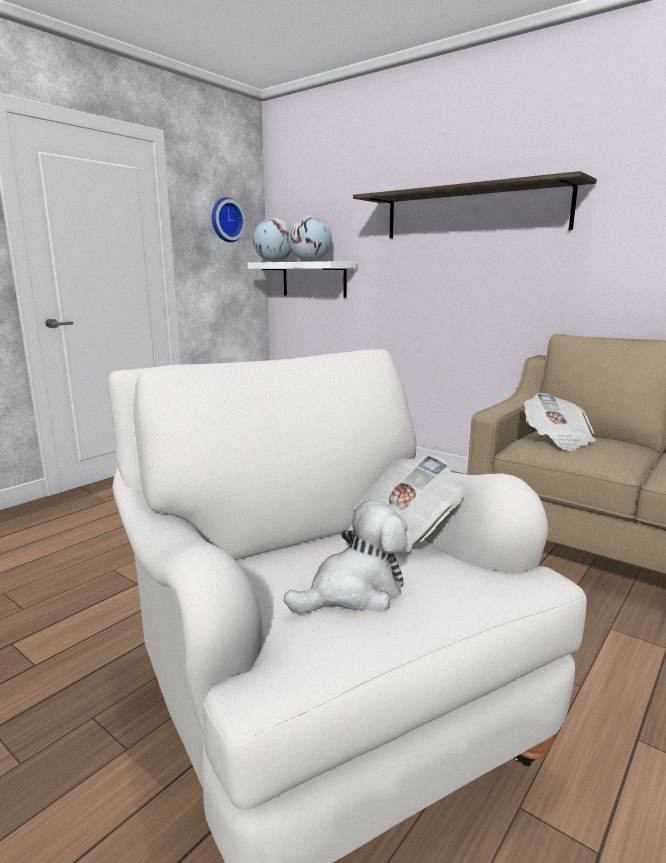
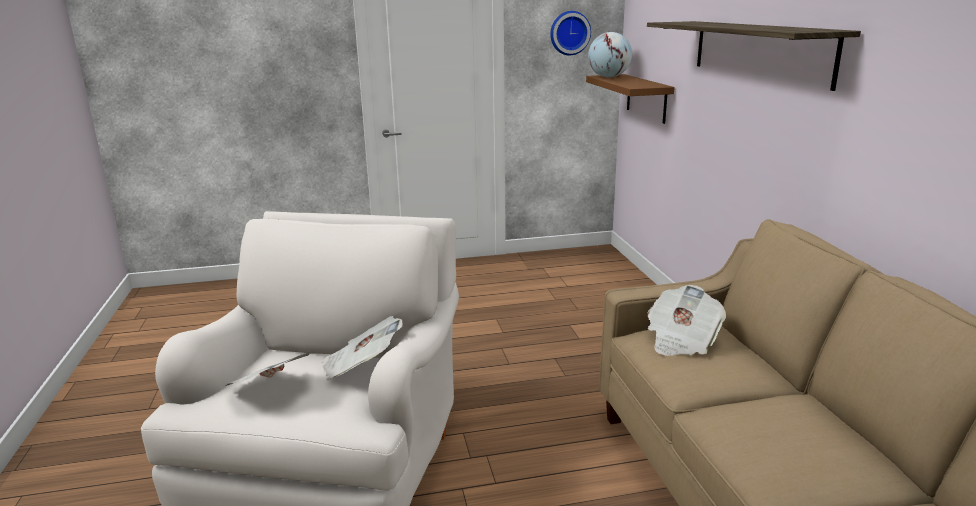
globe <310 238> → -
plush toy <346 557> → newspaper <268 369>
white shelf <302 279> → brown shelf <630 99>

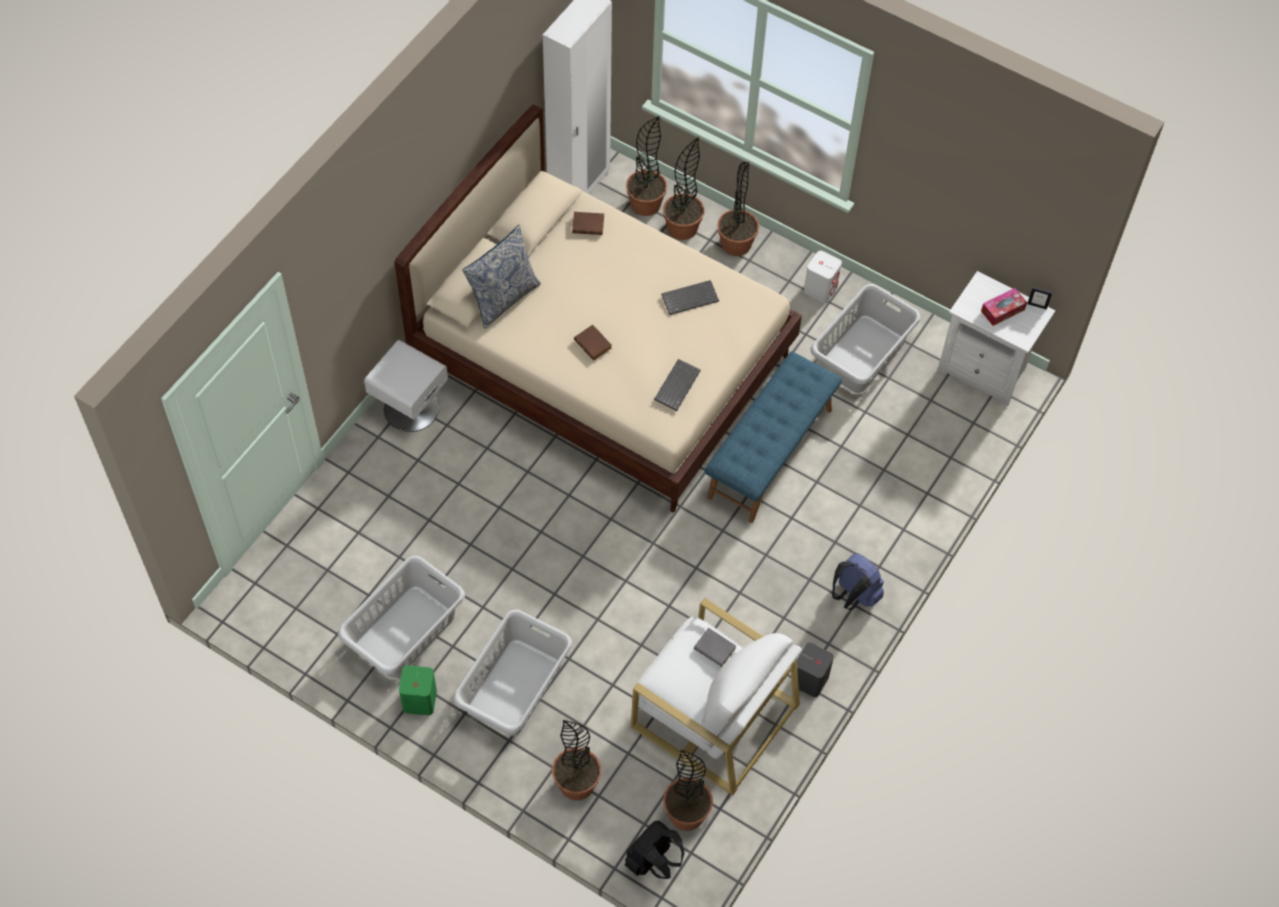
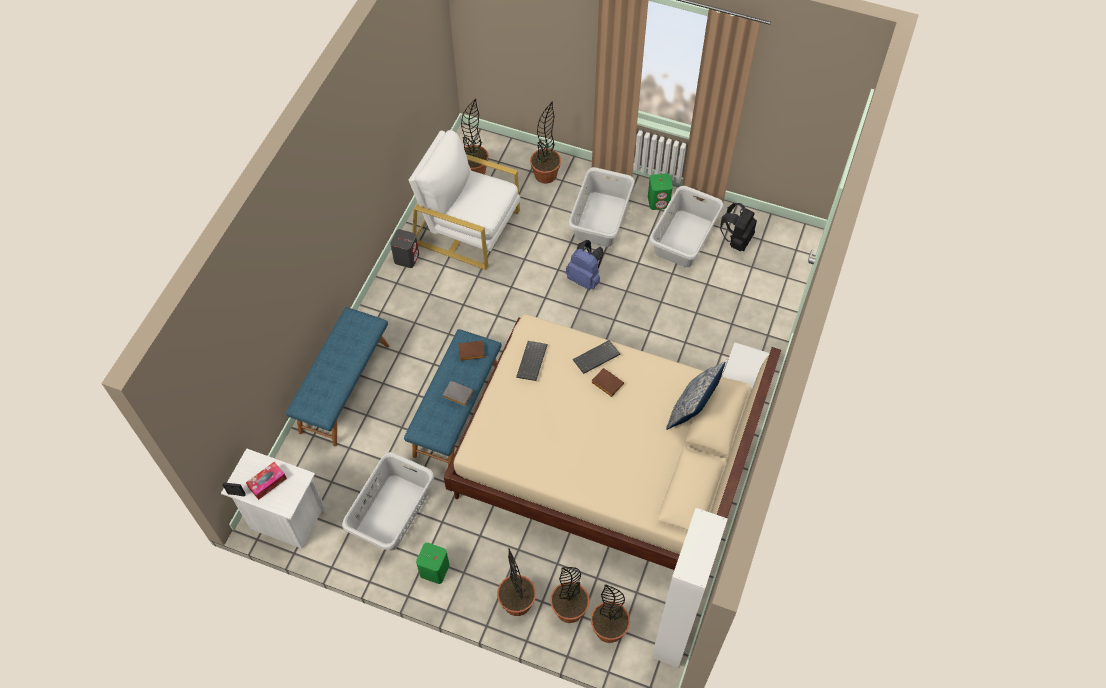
- → blue bench <337 376>
brown book <588 223> → brown book <471 350>, shifted
black backpack <654 850> → black backpack <738 227>, shifted
keyboard <690 297> → keyboard <596 357>, shifted
grey book <715 647> → grey book <458 393>, shifted
blue backpack <858 582> → blue backpack <585 265>, shifted
white speaker <823 277> → green speaker <432 563>

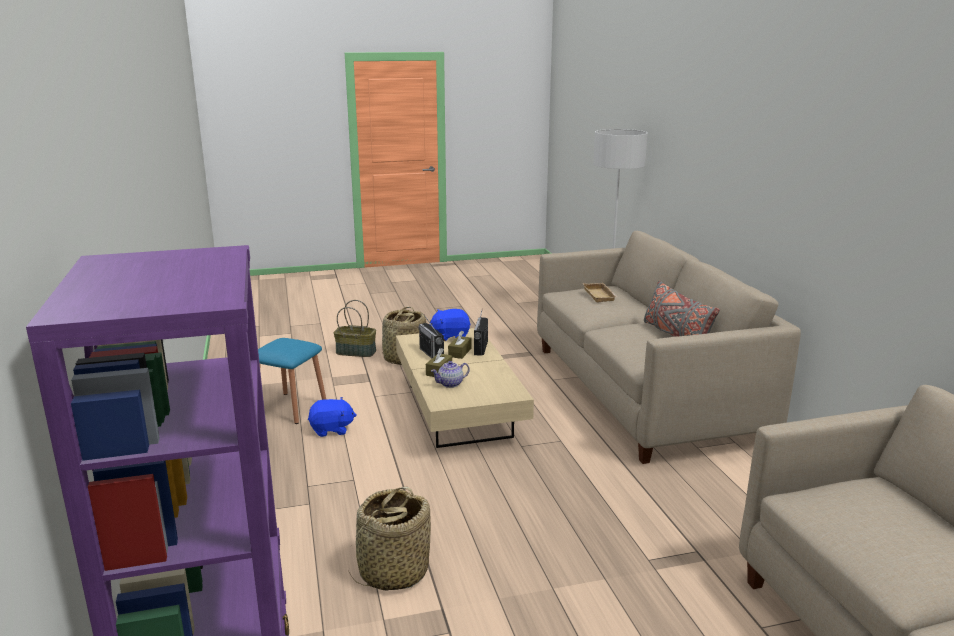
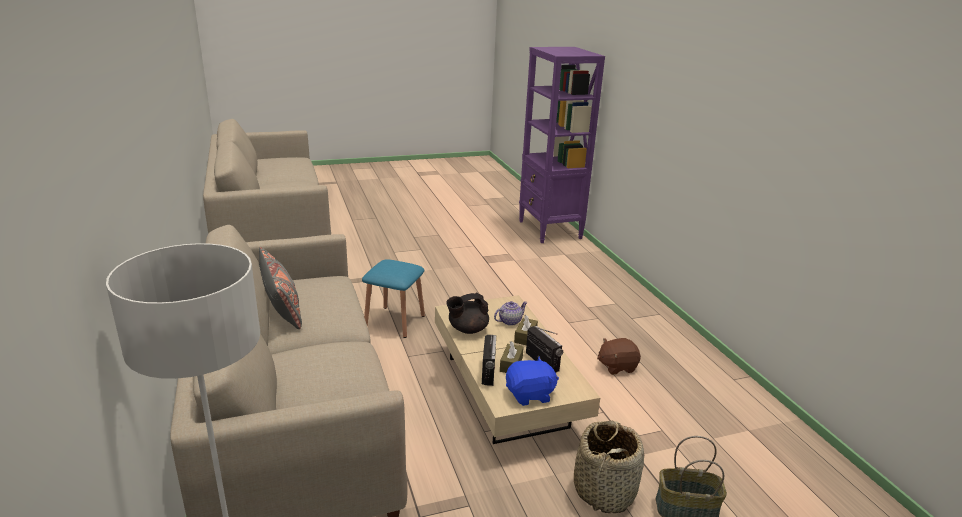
basket <390 539> → -
beige tray <600 293> → -
- → black teapot <467 313>
blue stool <292 381> → blue stool <393 298>, shifted
blue plush toy <332 417> → brown plush toy <619 356>

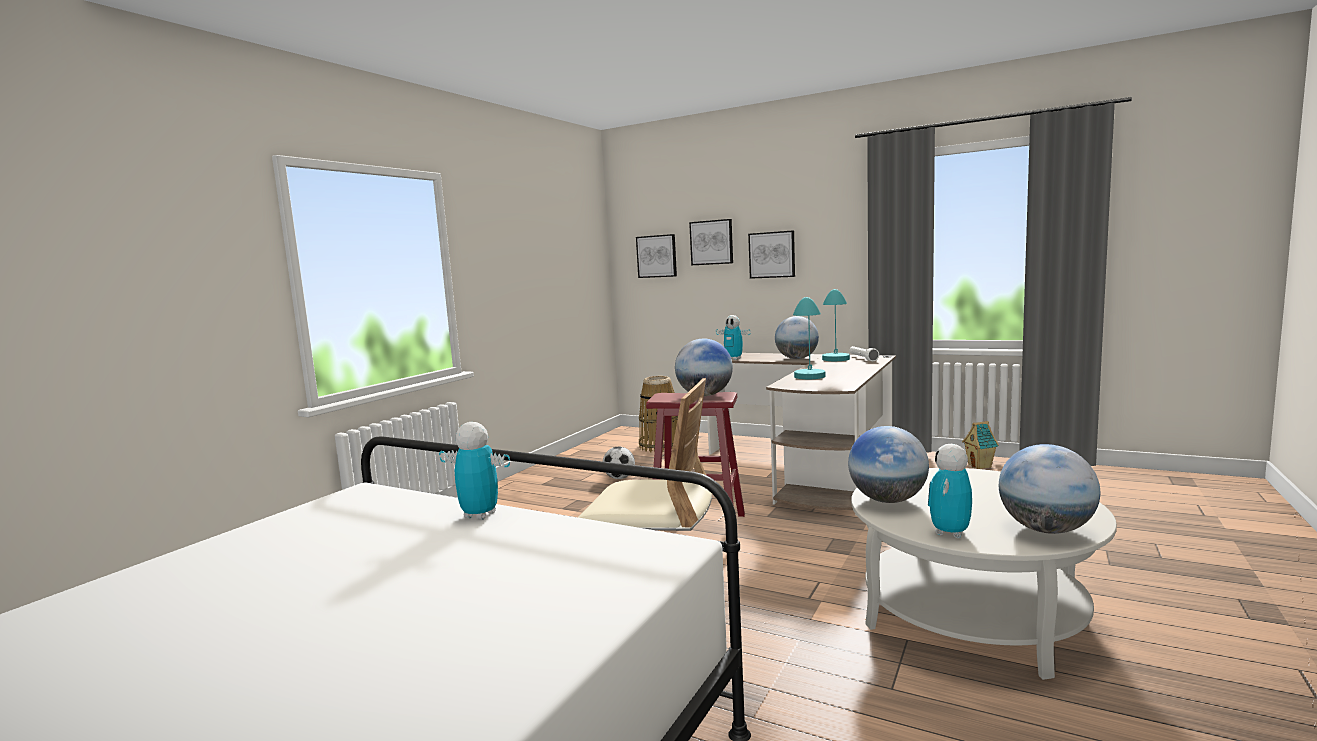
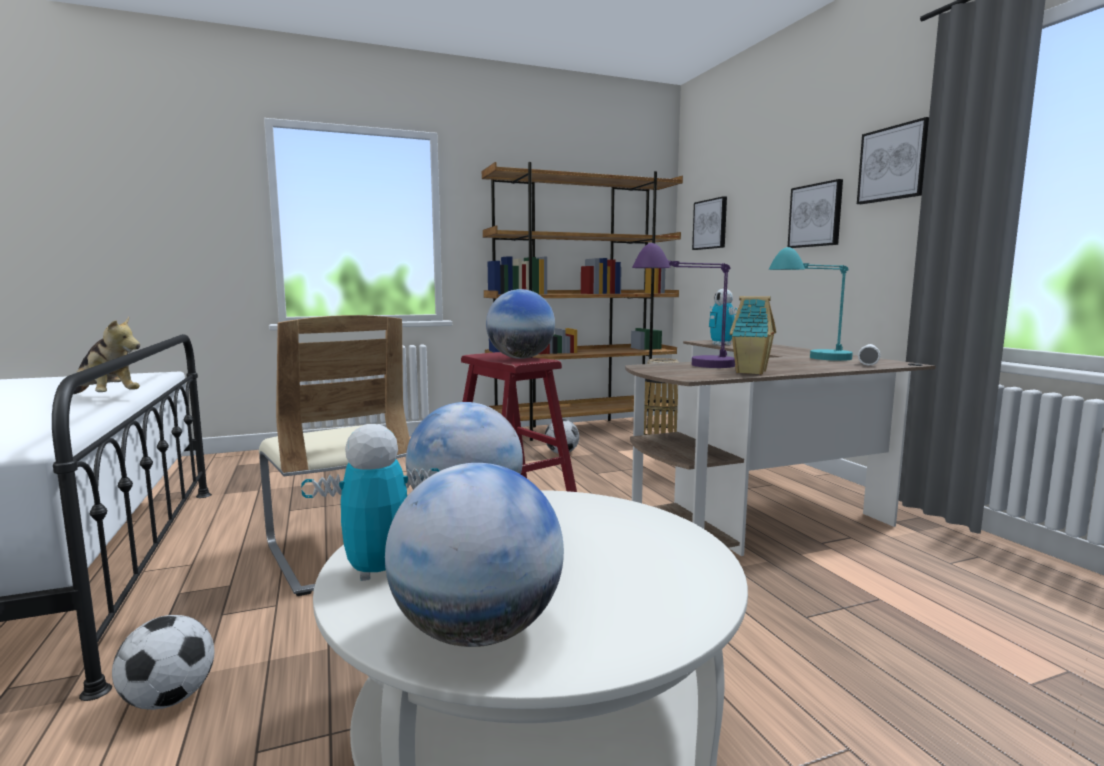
globe <797 337> → -
- → football <163 662>
- → brown bookcase <582 301>
picture <711 242> → picture <893 160>, shifted
toy house <980 445> → toy house <753 335>, shifted
toy robot <474 471> → plush toy <106 355>
turquoise table lamp <809 338> → purple table lamp <683 305>

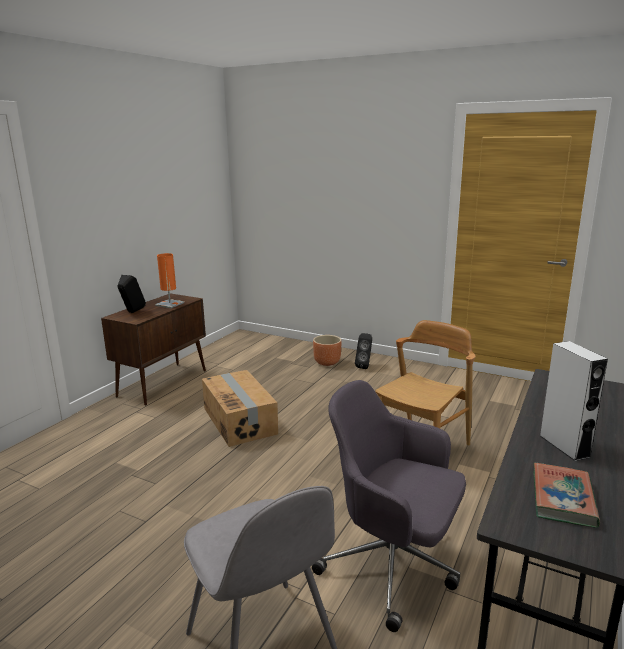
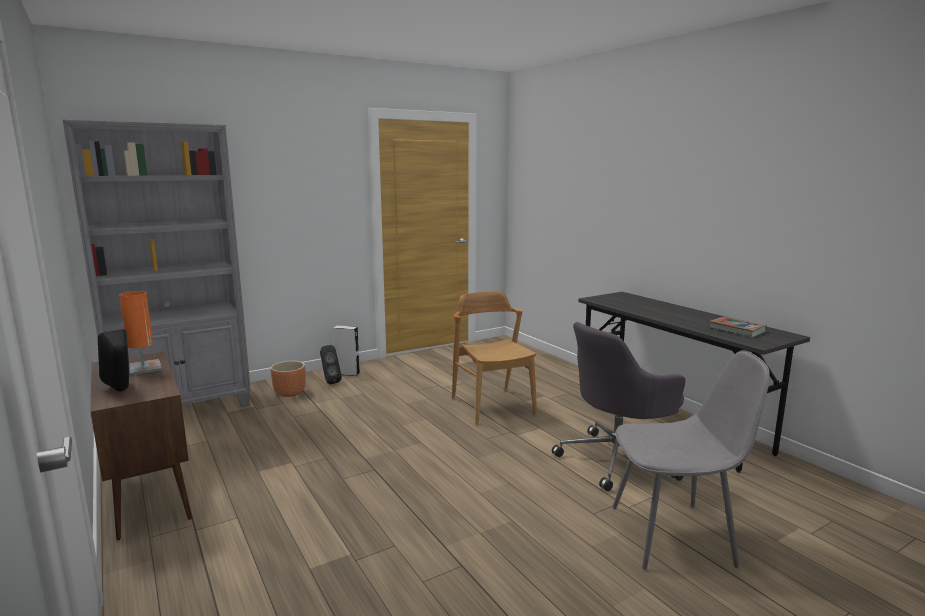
cardboard box <240 408> → -
- → grey bookcase <157 263>
grey speaker <574 401> → grey speaker <346 350>, shifted

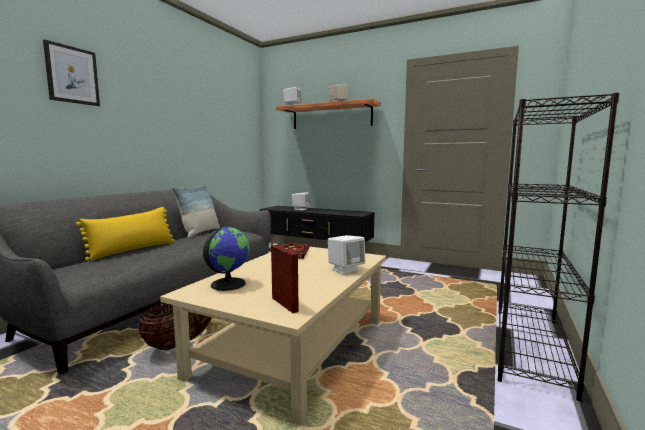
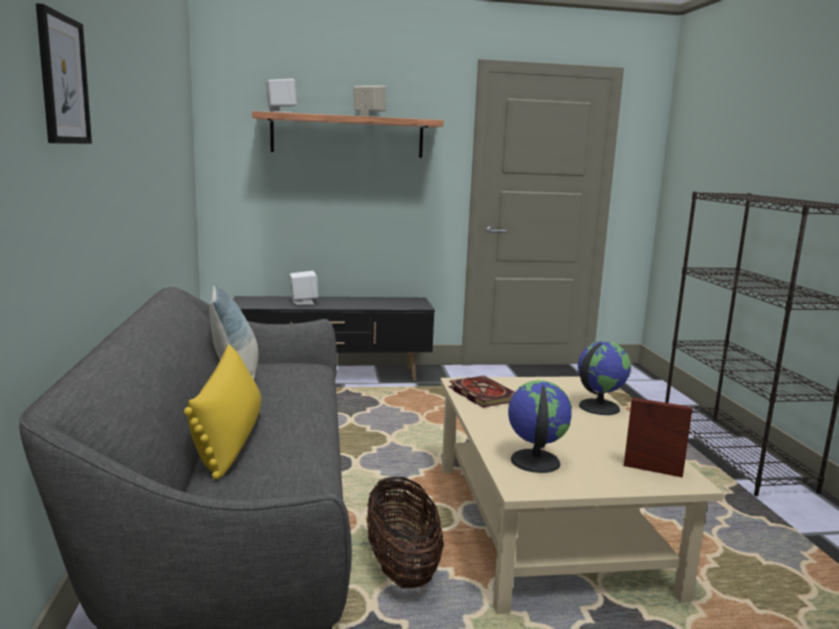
white speaker <346 254> → globe <604 378>

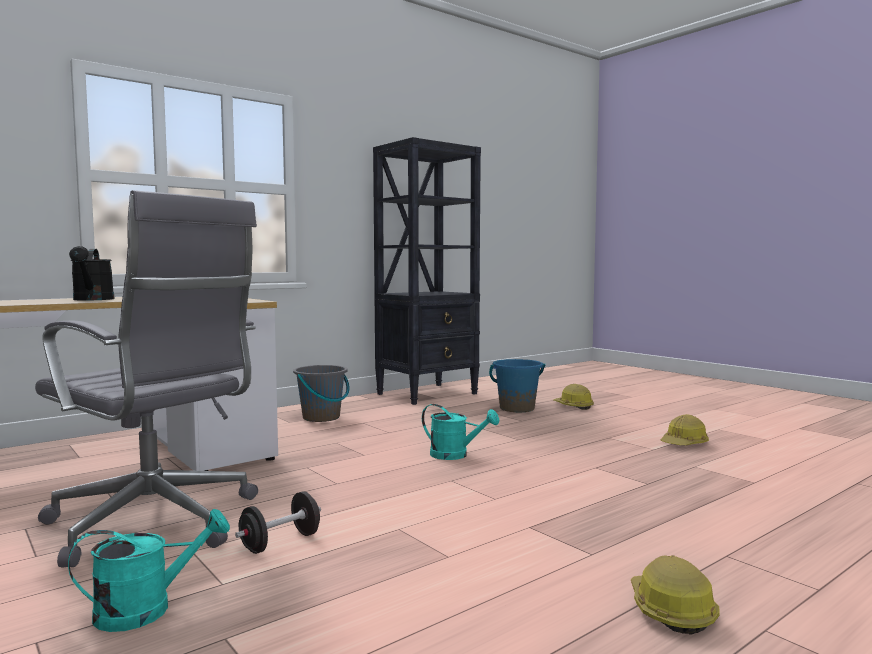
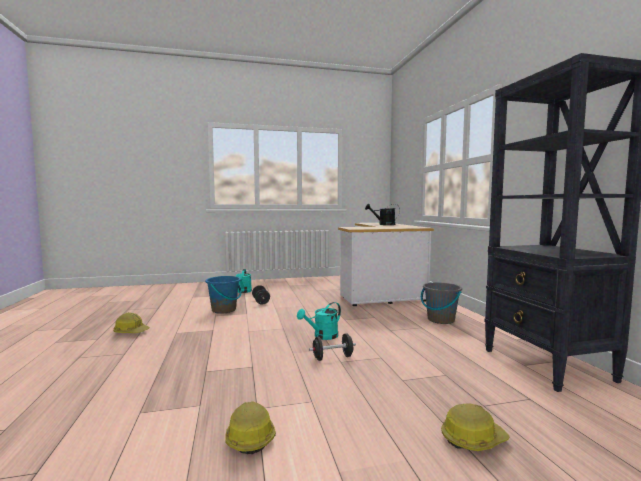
grey office chair <146 378> → -
- → black dumbbell <332 347>
blue bucket <517 385> → blue bucket <223 295>, shifted

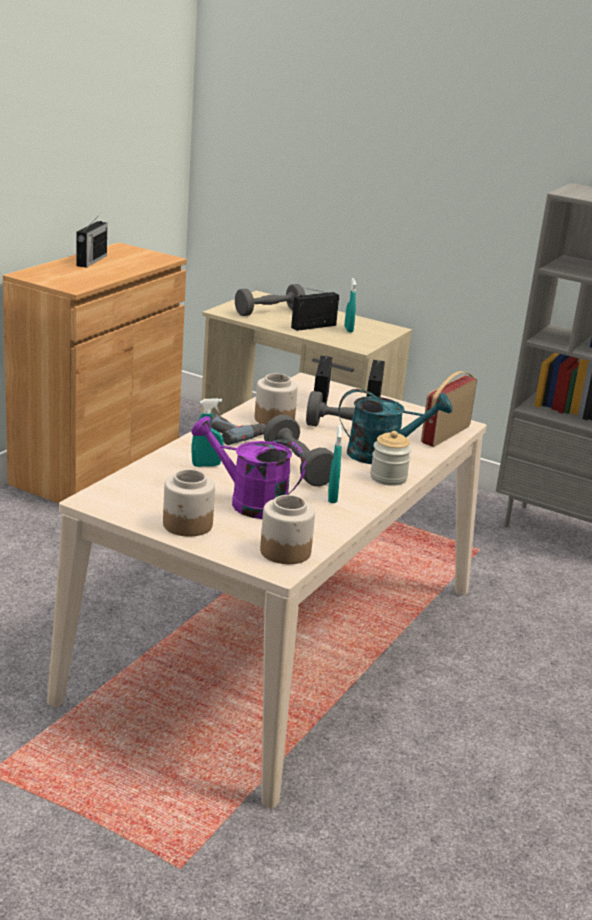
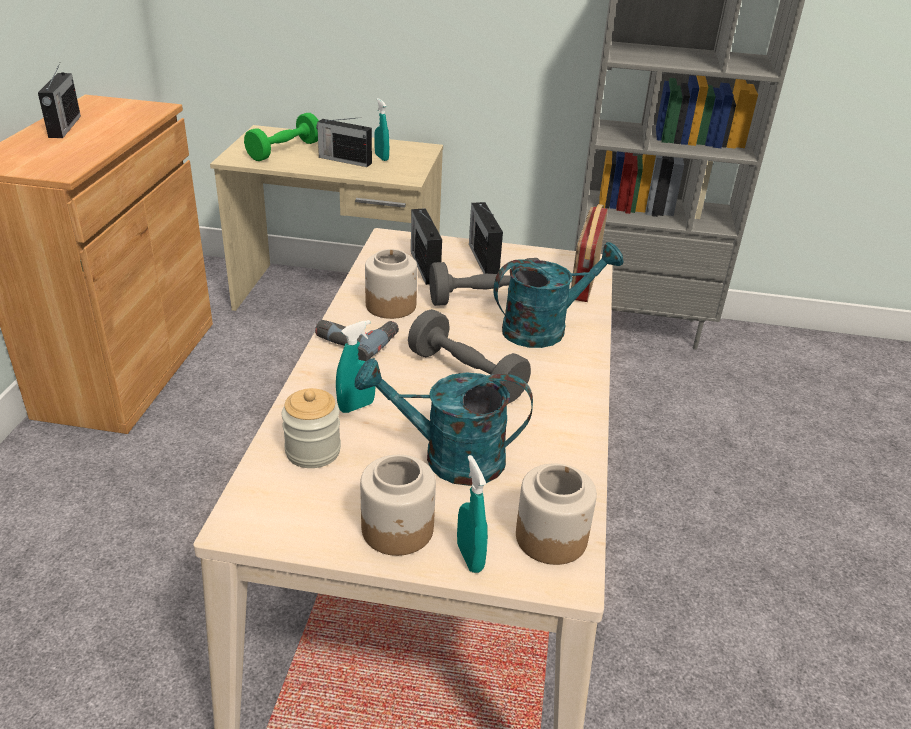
turquoise spray bottle <335 464> → turquoise spray bottle <472 514>, shifted
jar <391 458> → jar <311 428>, shifted
purple watering can <248 467> → turquoise watering can <444 422>
grey dumbbell <270 300> → green dumbbell <281 137>
radio <315 309> → radio <344 142>, 105 degrees counterclockwise

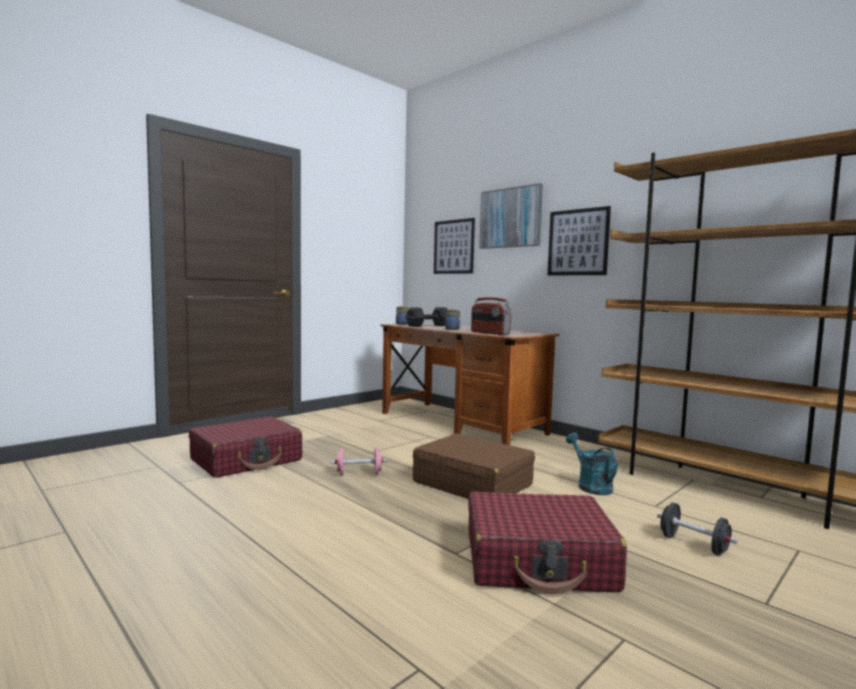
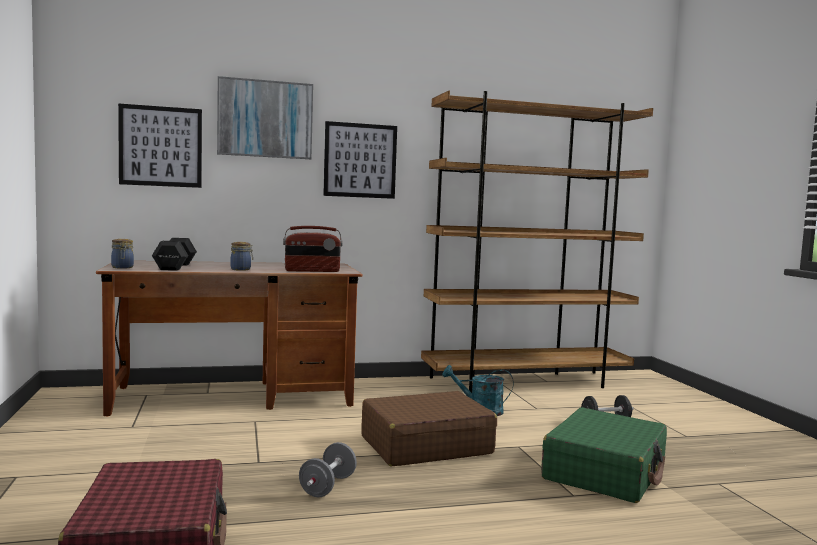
pink dumbbell <359 462> → grey dumbbell <328 469>
red suitcase <547 543> → green suitcase <604 455>

